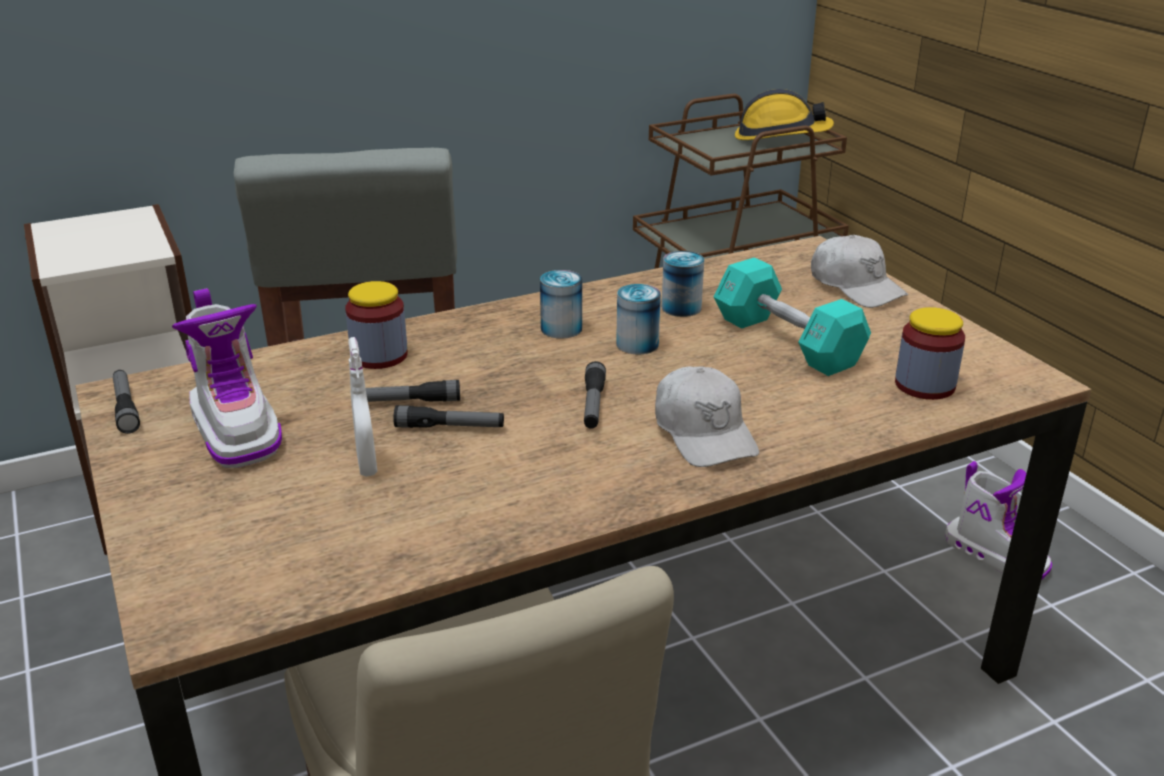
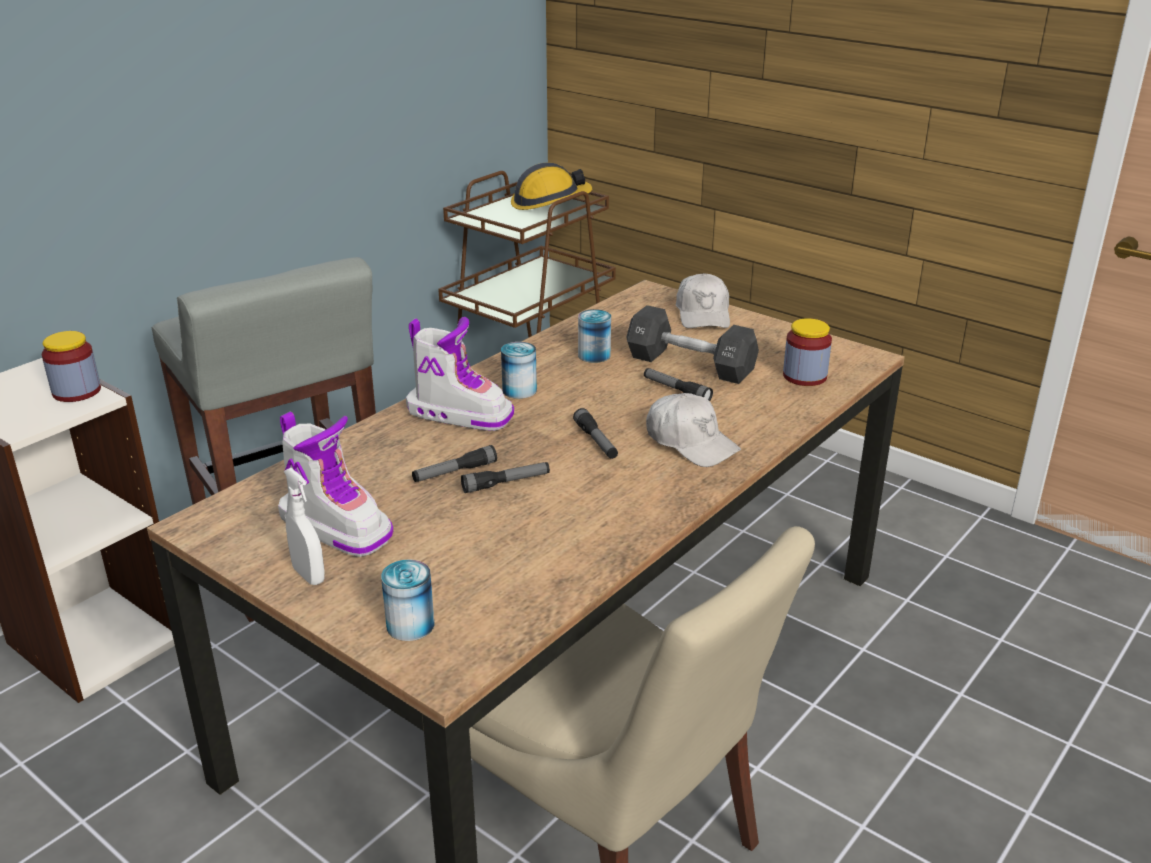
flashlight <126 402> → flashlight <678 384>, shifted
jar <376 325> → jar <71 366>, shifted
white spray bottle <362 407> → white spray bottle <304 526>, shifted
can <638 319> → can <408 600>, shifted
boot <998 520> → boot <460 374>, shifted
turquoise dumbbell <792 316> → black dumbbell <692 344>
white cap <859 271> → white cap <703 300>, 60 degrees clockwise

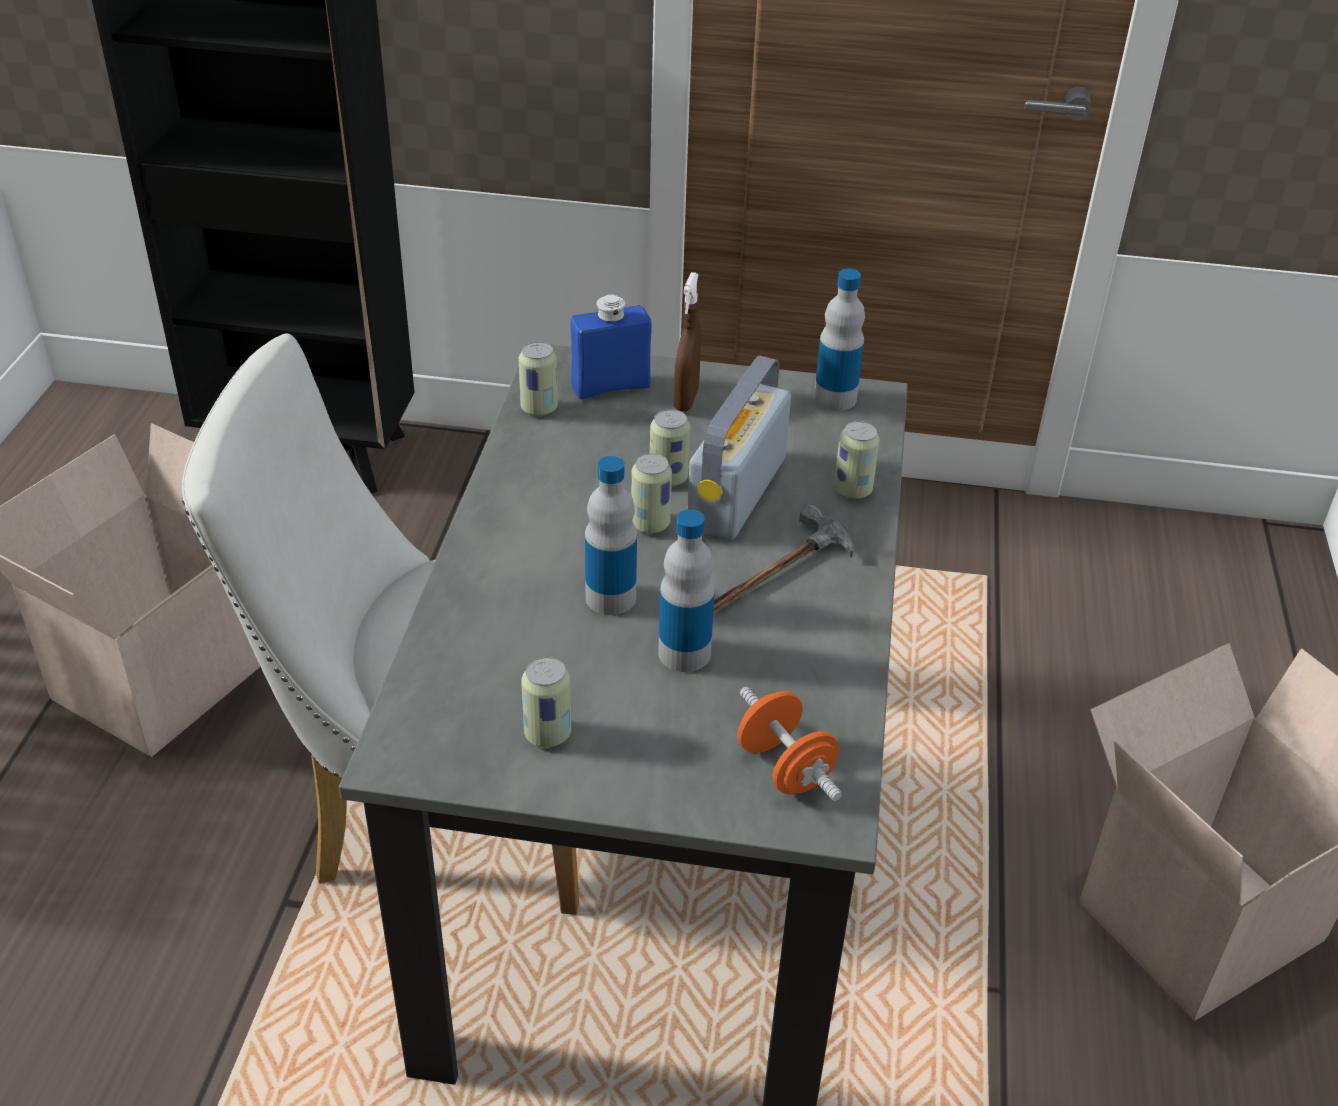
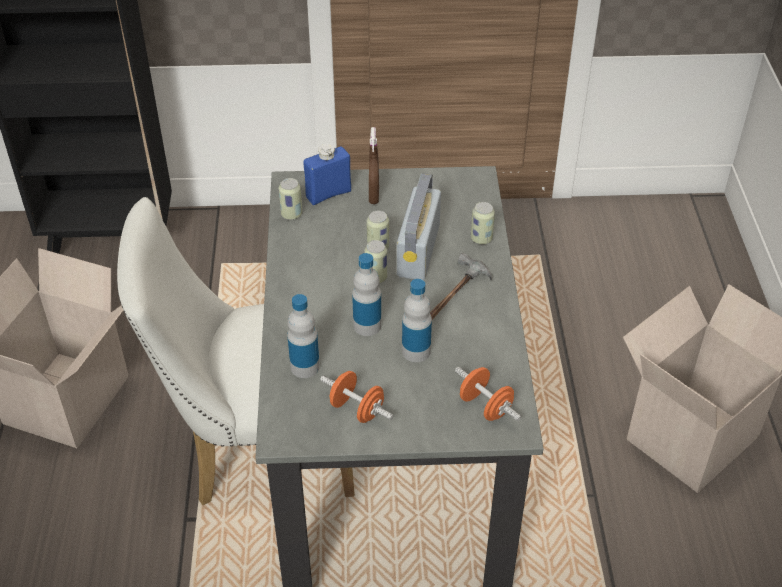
bottle <839 340> → bottle <303 336>, shifted
can <546 702> → orange dumbbell <356 397>

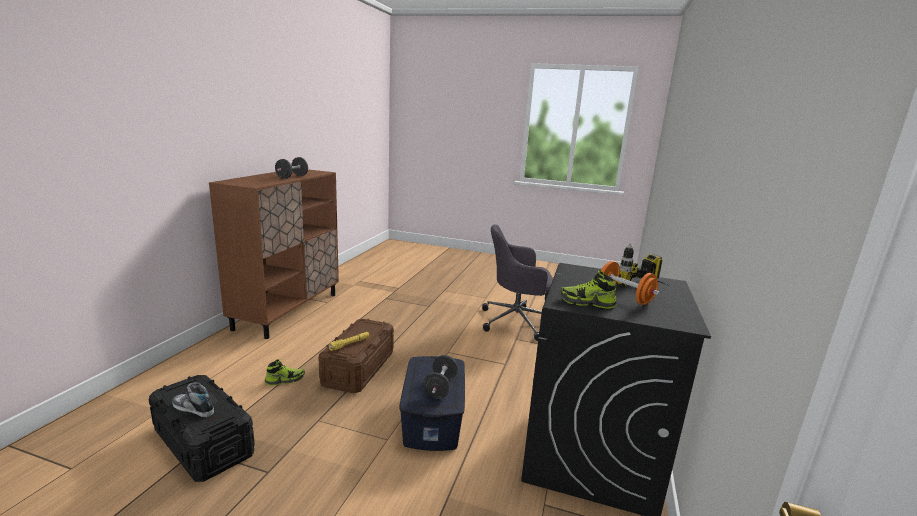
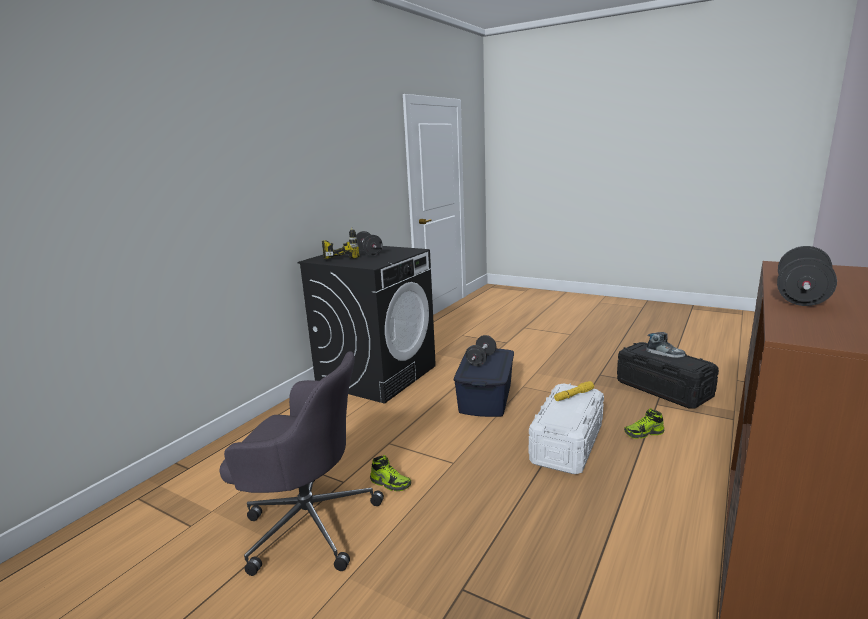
shoe <588 290> → shoe <390 473>, shifted
brown storage box <356 356> → white storage box <566 428>
orange dumbbell <630 283> → black dumbbell <369 243>

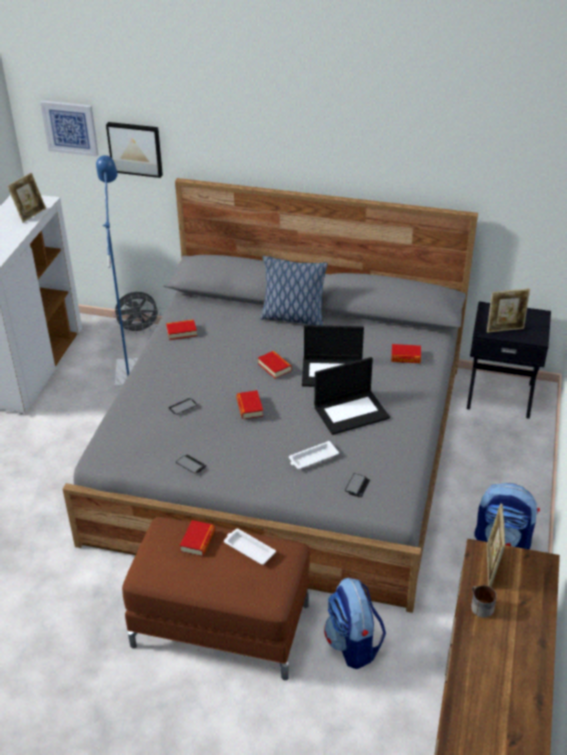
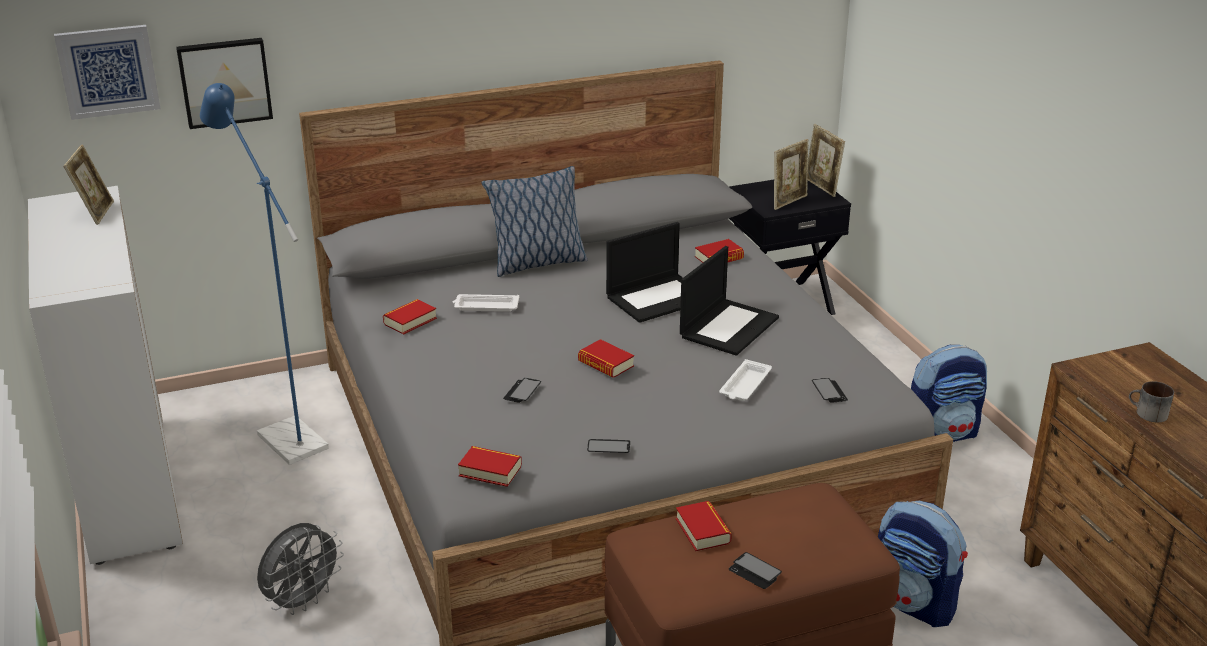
- → phone <755 570>
grey fan <137 313> → grey fan <300 569>, shifted
white tray <250 547> → white tray <486 303>, shifted
book <275 365> → book <490 466>, shifted
picture frame <495 545> → picture frame <826 160>, shifted

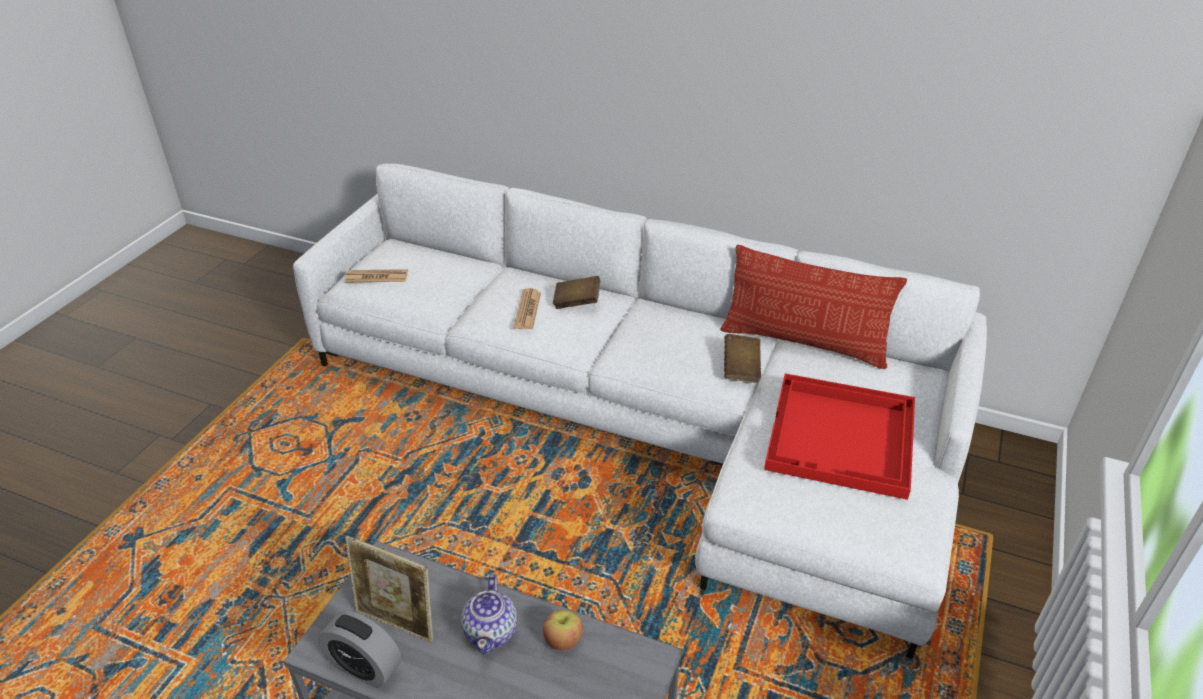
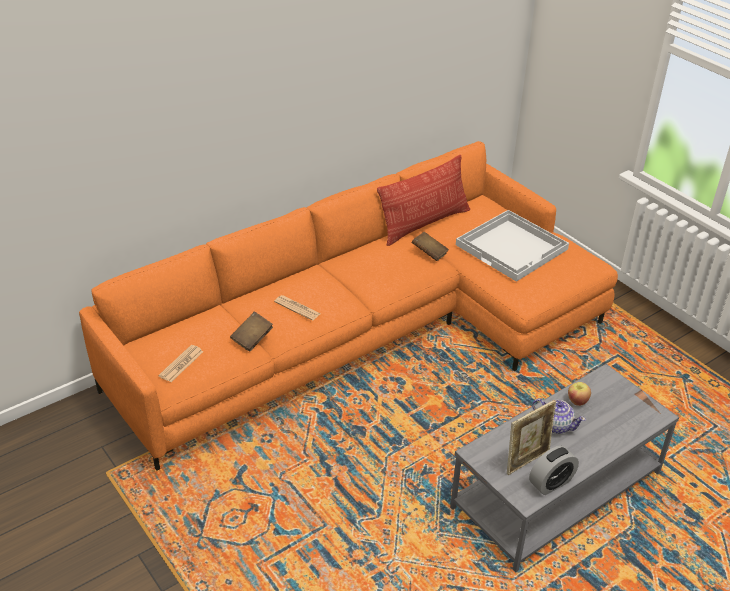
brown book <576 292> → brown book <251 332>, shifted
white sofa <640 411> → orange sofa <348 306>
red tray <839 436> → white tray <512 246>

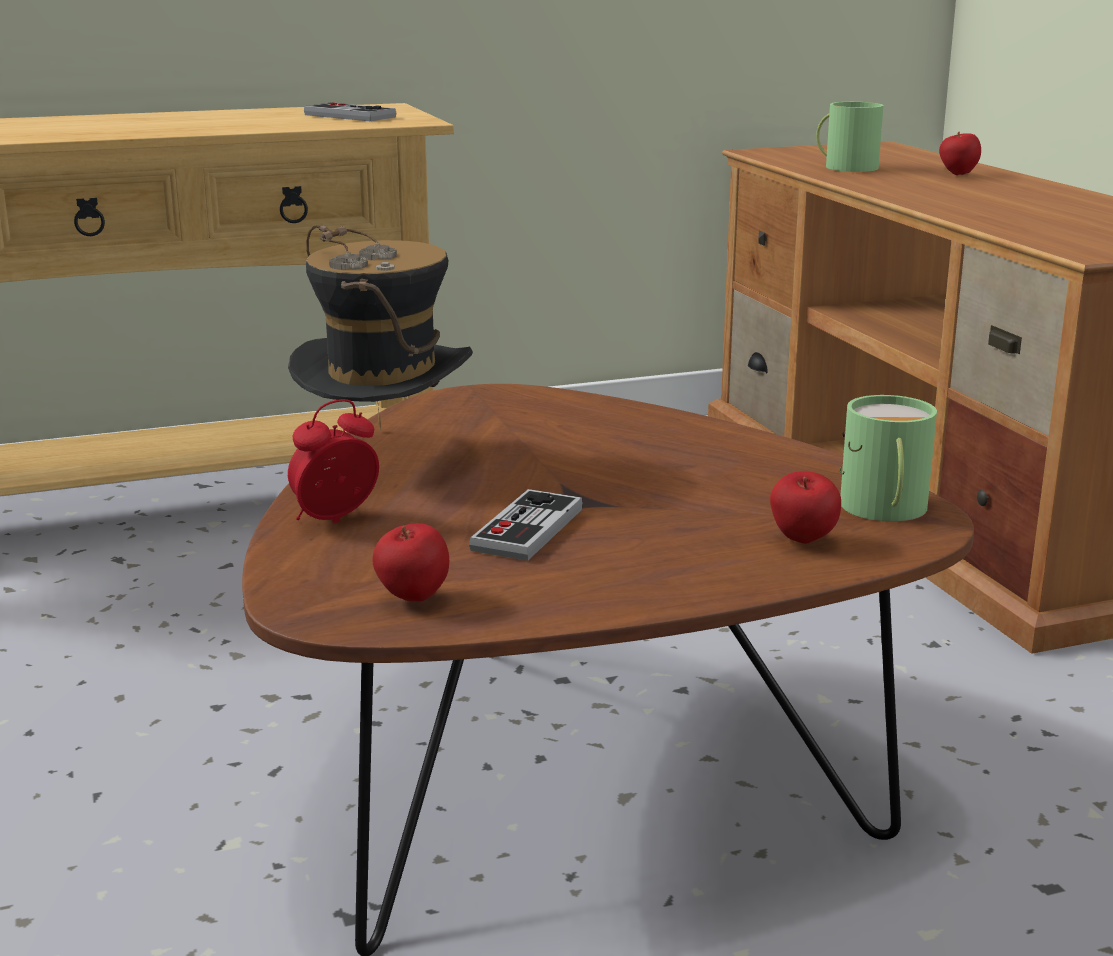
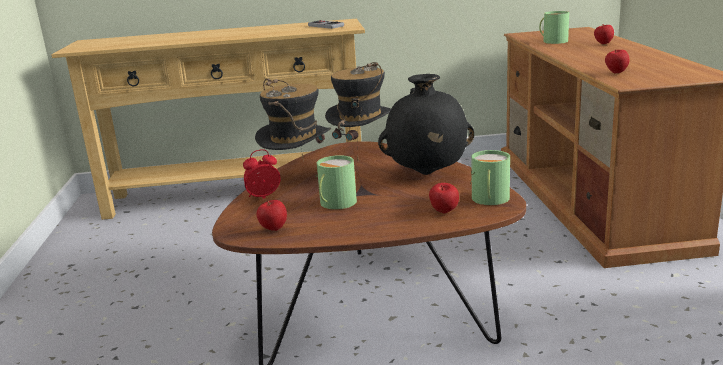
- → hat <358 111>
- → black vase <426 124>
- → apple <617 61>
game controller <526 525> → green mug <336 182>

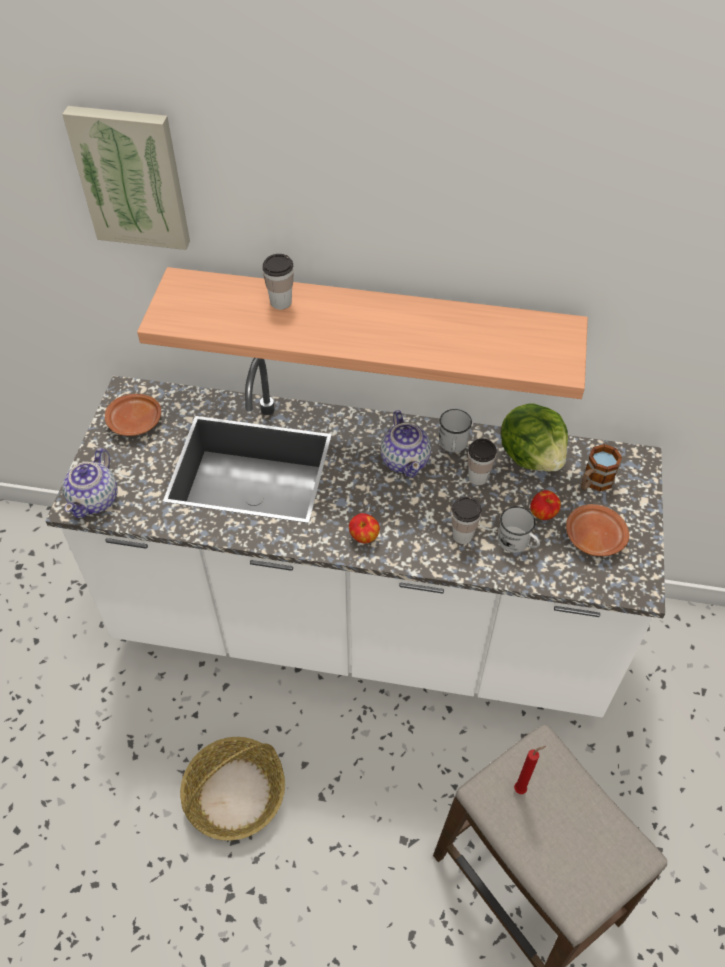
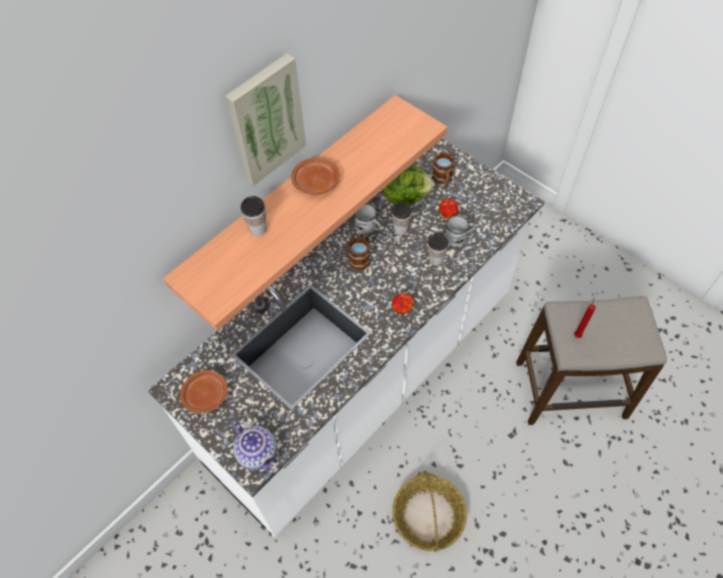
picture <126 178> → picture <265 119>, shifted
brown plate <597 530> → brown plate <315 176>, shifted
teapot <406 444> → mug <359 251>

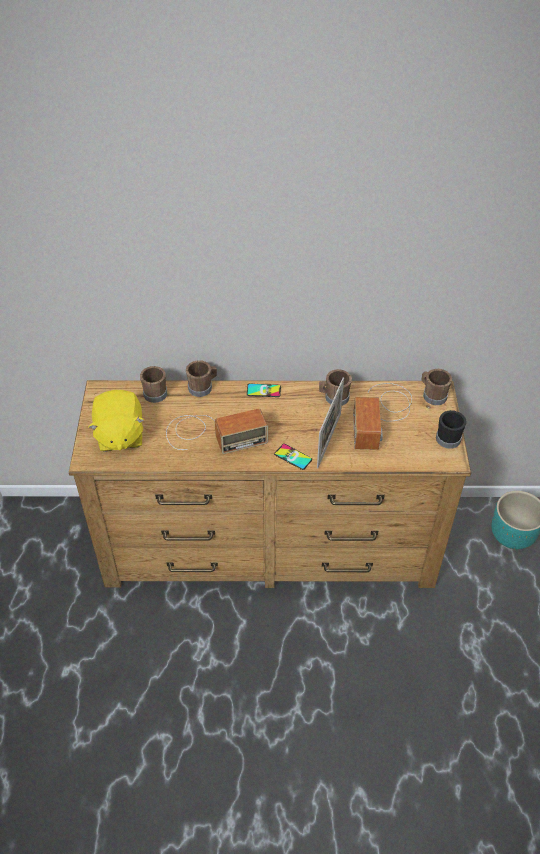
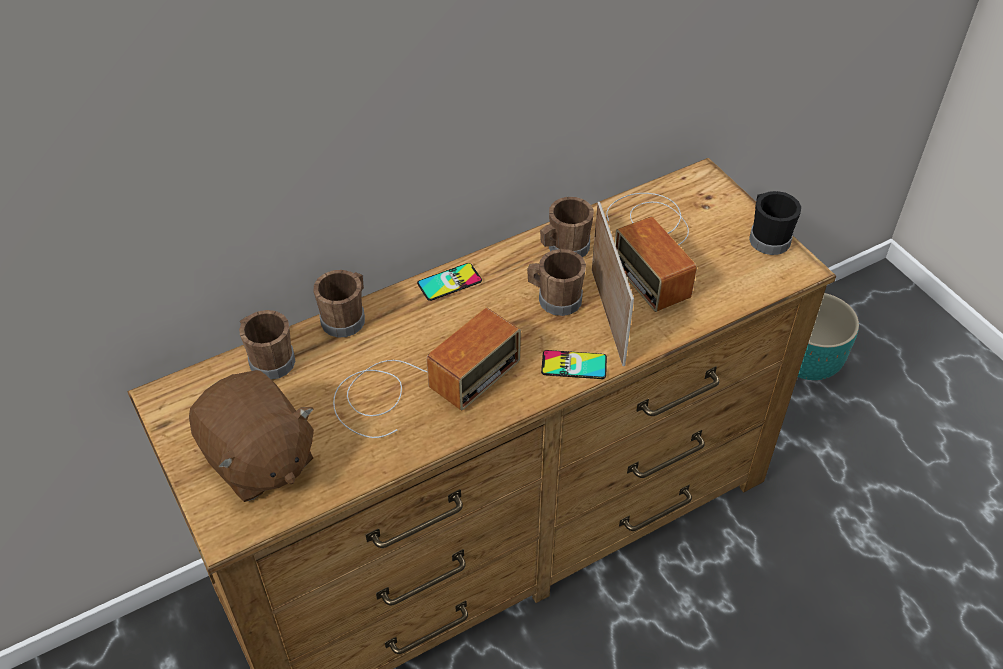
brown mug <436 387> → brown mug <556 282>, shifted
yellow plush toy <116 421> → brown plush toy <251 436>

